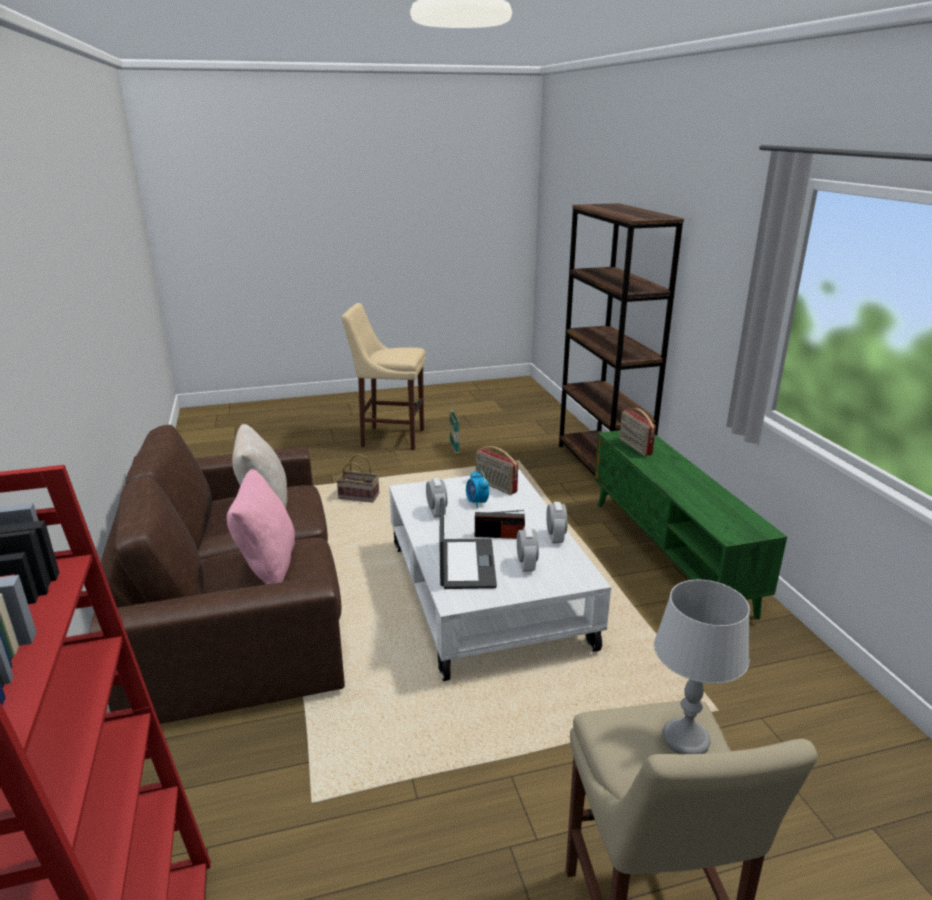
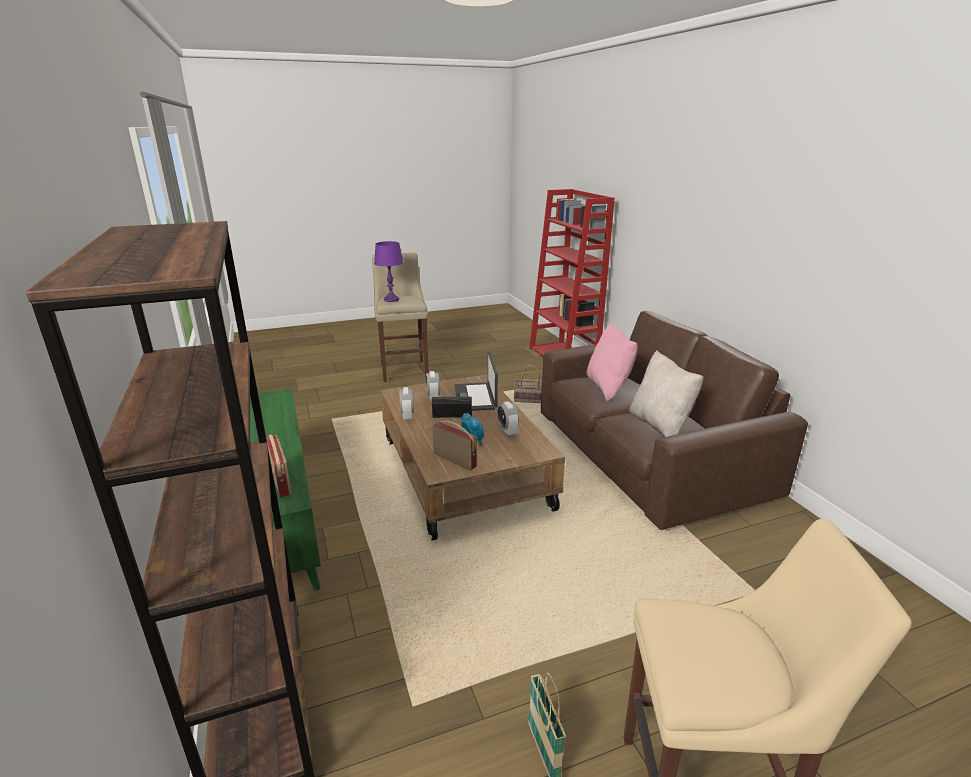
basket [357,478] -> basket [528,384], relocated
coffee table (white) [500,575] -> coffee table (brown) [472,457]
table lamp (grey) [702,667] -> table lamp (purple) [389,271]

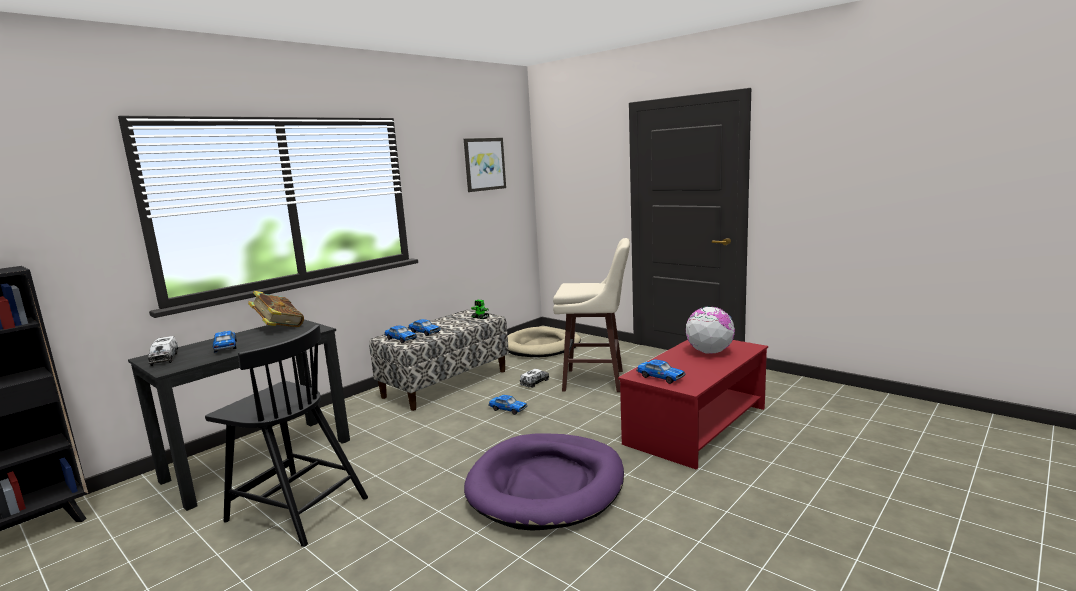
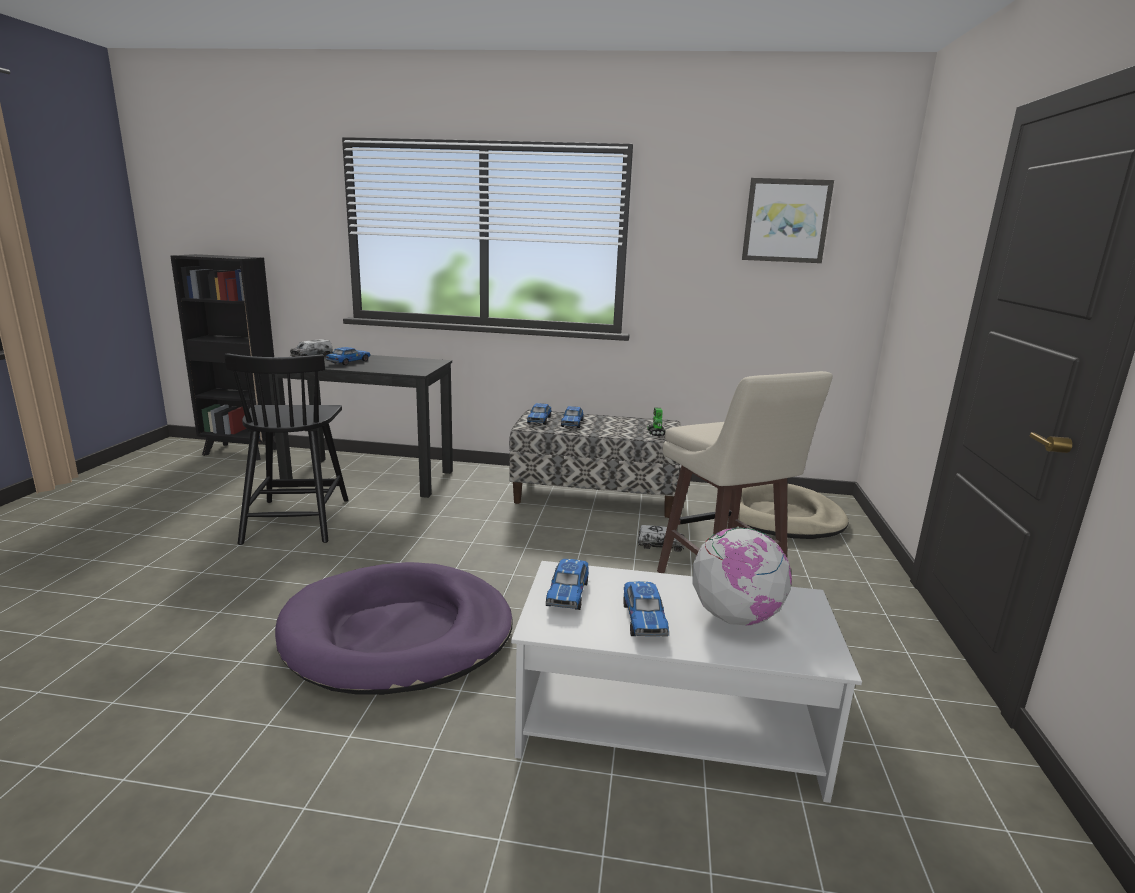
book [276,309] -> none
toy car [508,405] -> toy car [646,608], relocated
coffee table (red) [693,405] -> coffee table (white) [686,682]

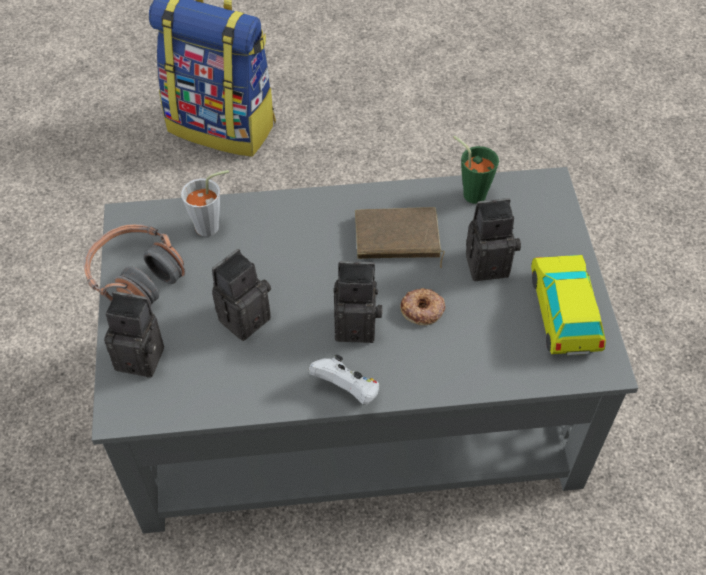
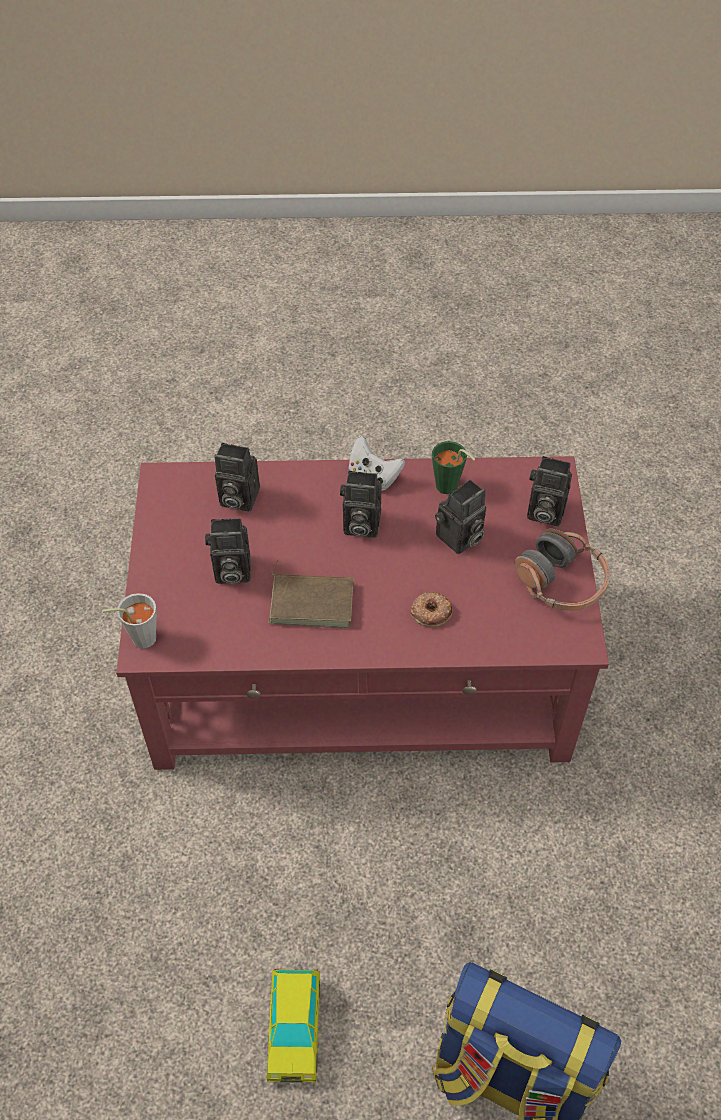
none -> photo camera [237,477]
cup (grey) [205,203] -> cup (grey) [129,621], relocated
donut [422,306] -> donut [431,609], relocated
cup (green) [476,170] -> cup (green) [453,467], relocated
toy car [568,305] -> toy car [293,1026], relocated
coffee table (grey) [365,350] -> coffee table (red) [362,613]

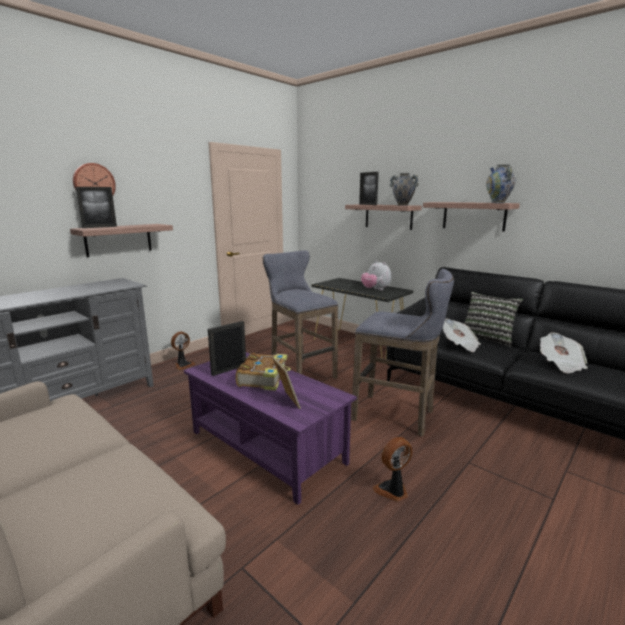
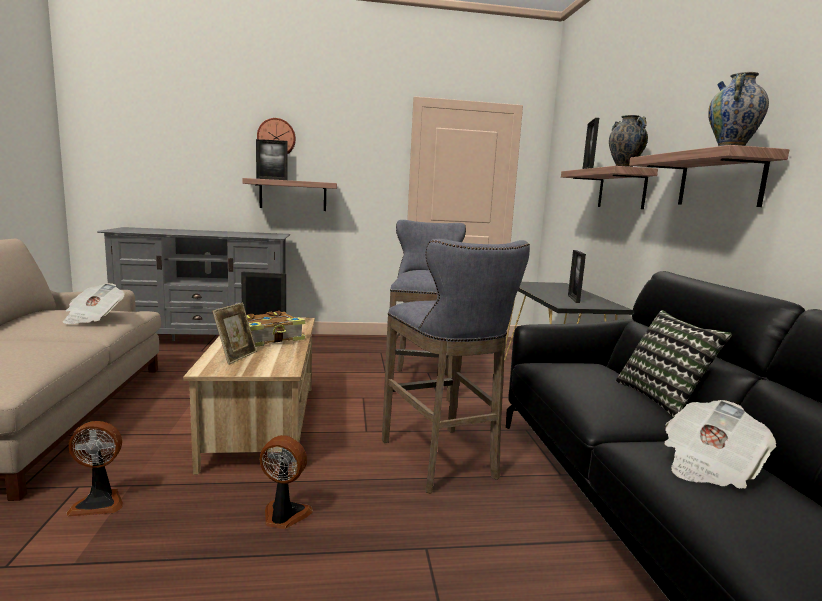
fan [183,351] -> fan [94,469], relocated
newspaper [461,335] -> newspaper [94,303], relocated
plush toy [376,276] -> picture frame [577,276]
coffee table (purple) [270,428] -> coffee table (beige) [249,395]

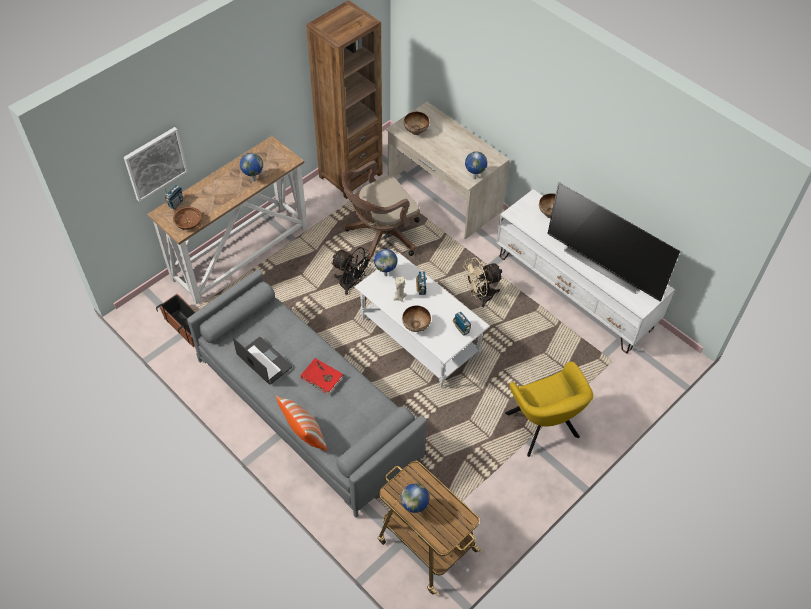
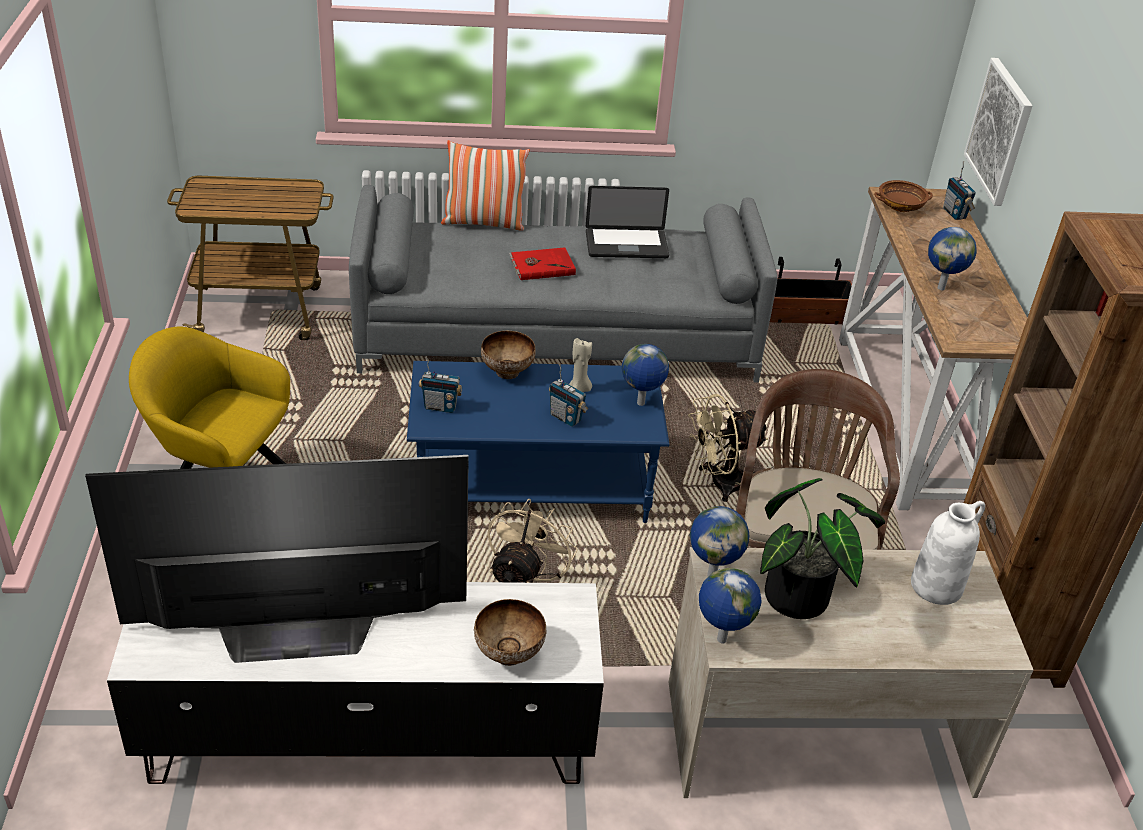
none -> potted plant [822,548]
globe [415,498] -> globe [730,606], relocated
bowl [416,123] -> vase (white) [948,553]
fan (black) [351,271] -> fan (beige) [728,448]
coffee table (white) [422,320] -> coffee table (blue) [538,442]

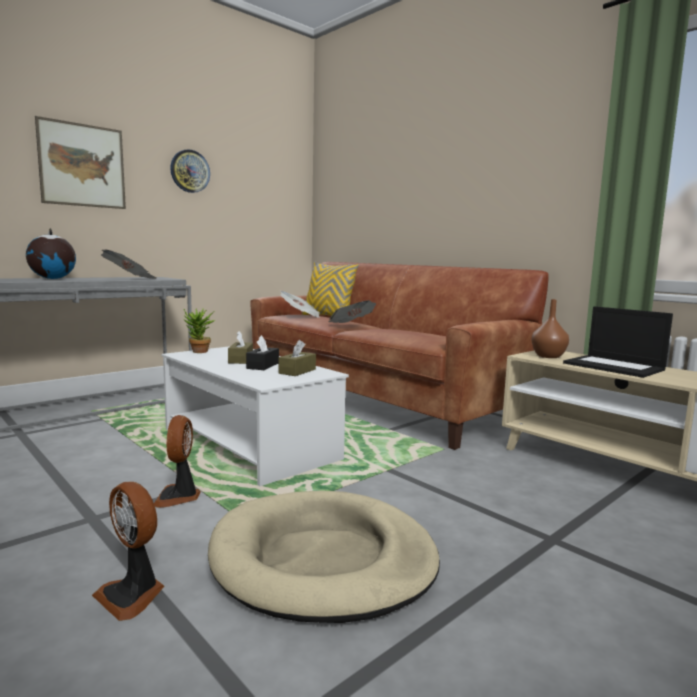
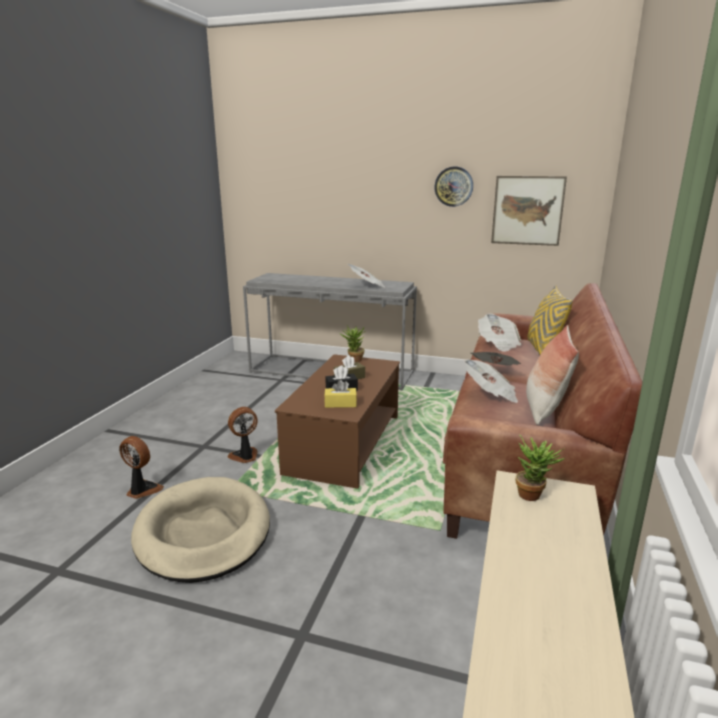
globe [51,253] -> none
laptop [618,342] -> none
none -> newspaper [491,381]
none -> pillow [552,375]
picture [80,162] -> picture [529,211], relocated
vase (brown) [550,328] -> potted plant [540,467]
coffee table (white) [255,416] -> coffee table (brown) [337,421]
tissue box (brown) [297,358] -> tissue box (yellow) [340,394]
fan [128,551] -> fan [141,467], 105 degrees clockwise

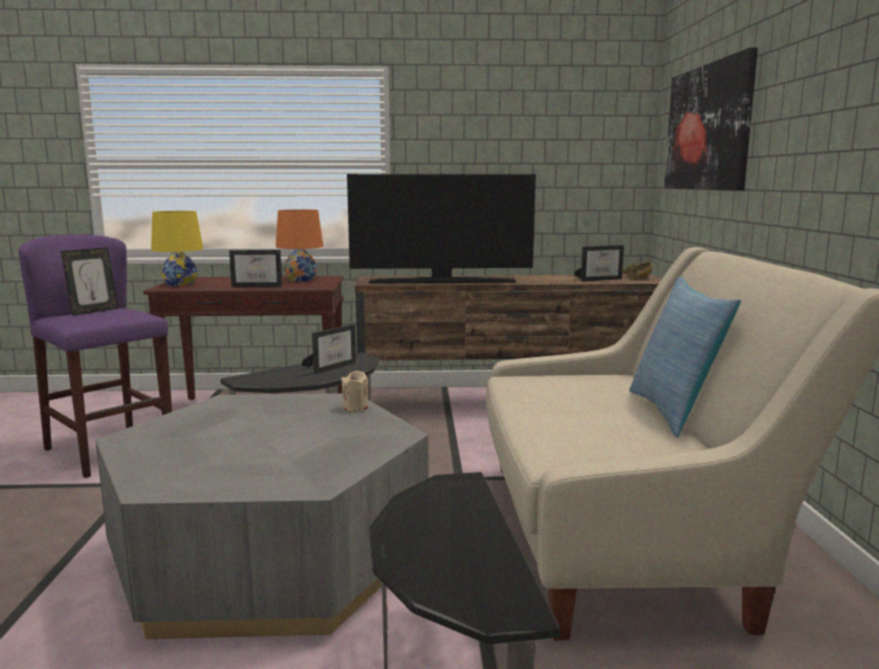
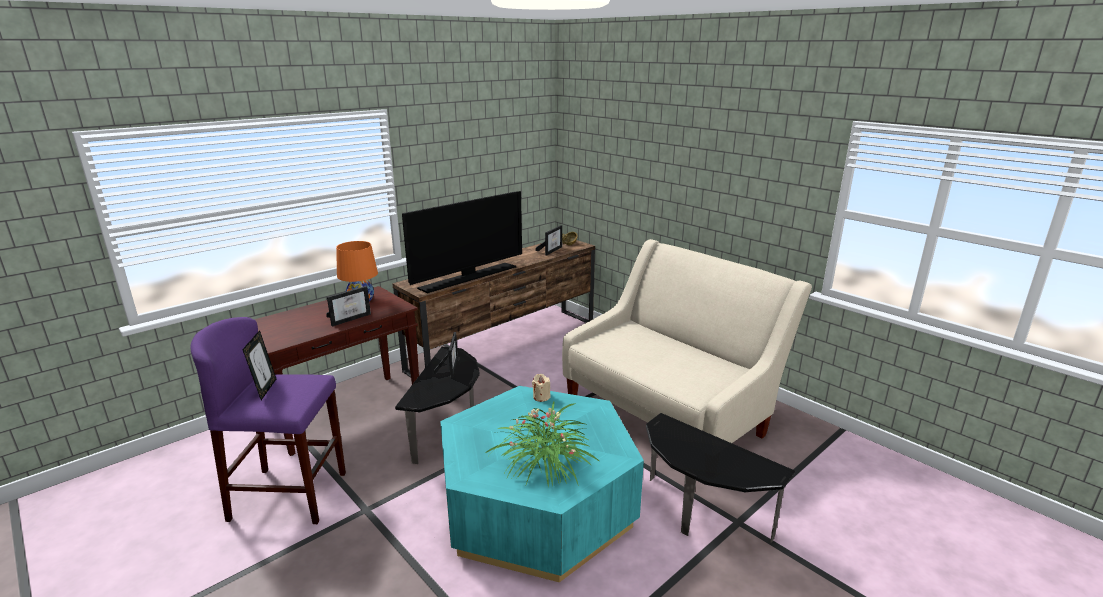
table lamp (yellow) [177,248] -> none
pillow [685,357] -> none
picture [711,119] -> none
none -> potted plant [543,445]
coffee table (grey) [262,516] -> coffee table (turquoise) [542,484]

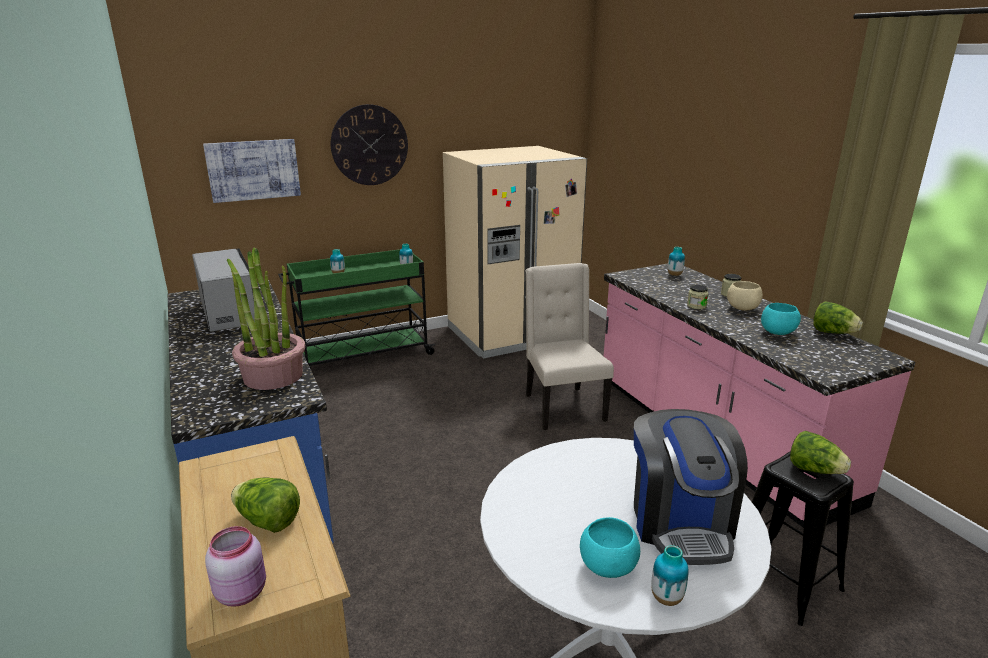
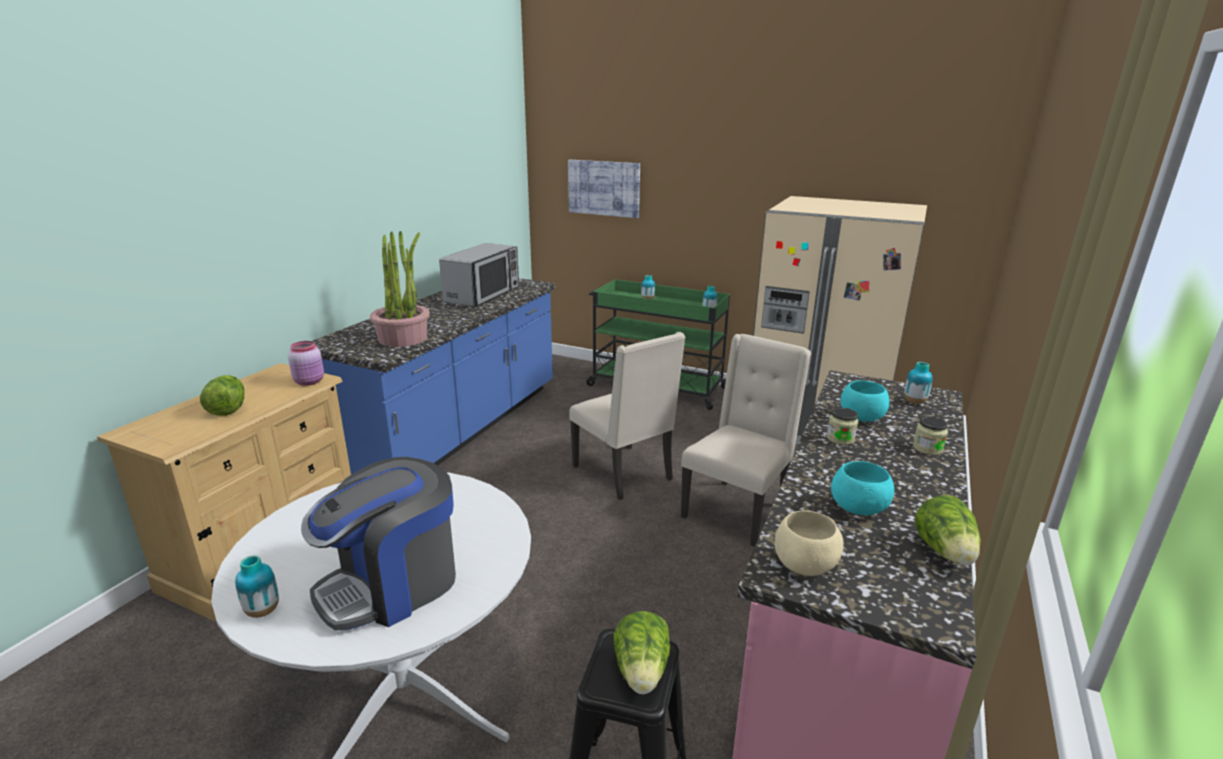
wall clock [369,144] -> none
none -> chair (beige) [627,416]
jar (pink) [235,566] -> jar (pink) [306,363], relocated
bowl (turquoise) [610,547] -> bowl (turquoise) [865,401], relocated
bowl (beige) [745,296] -> bowl (beige) [809,543], relocated

